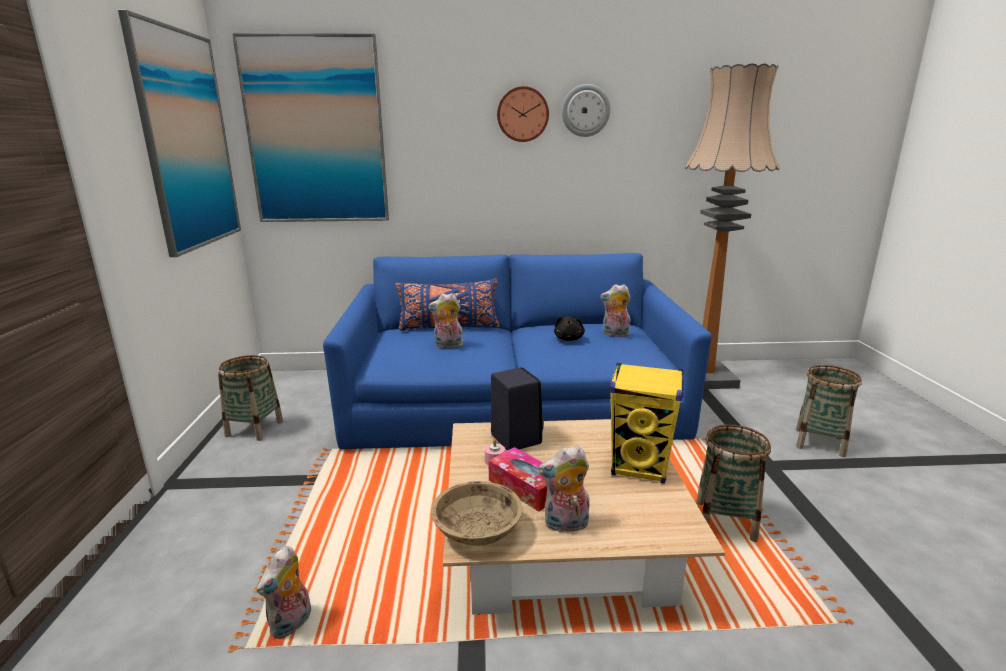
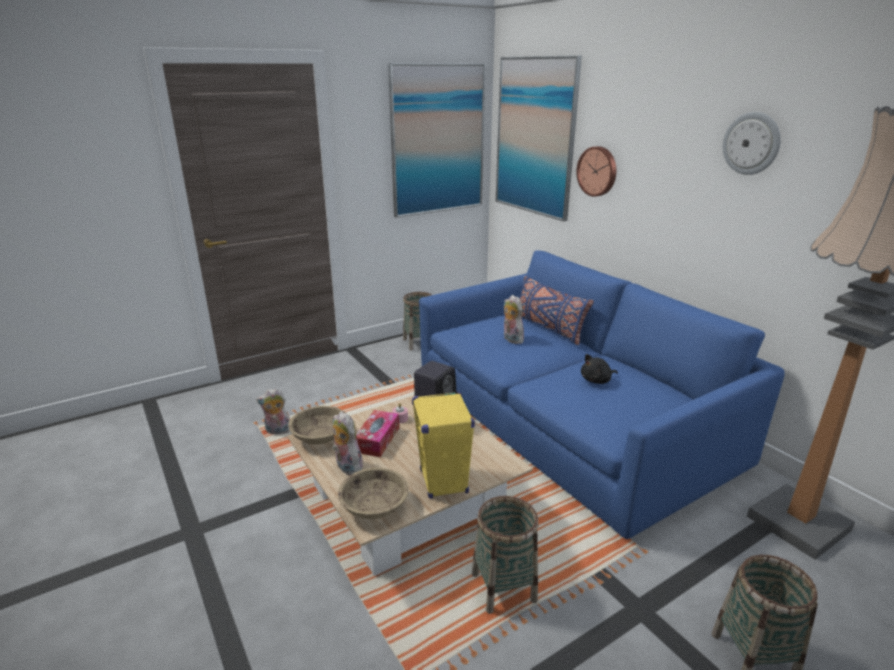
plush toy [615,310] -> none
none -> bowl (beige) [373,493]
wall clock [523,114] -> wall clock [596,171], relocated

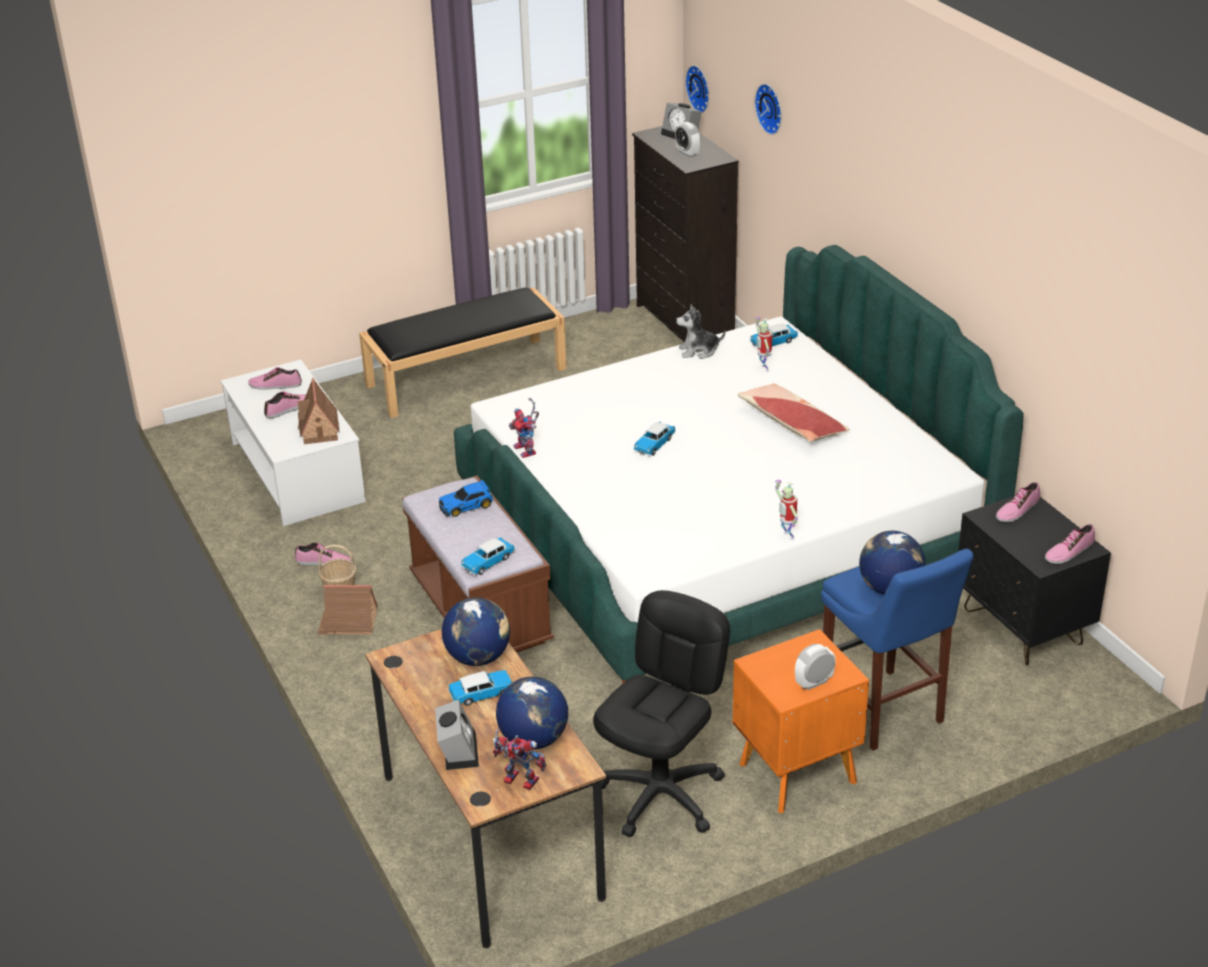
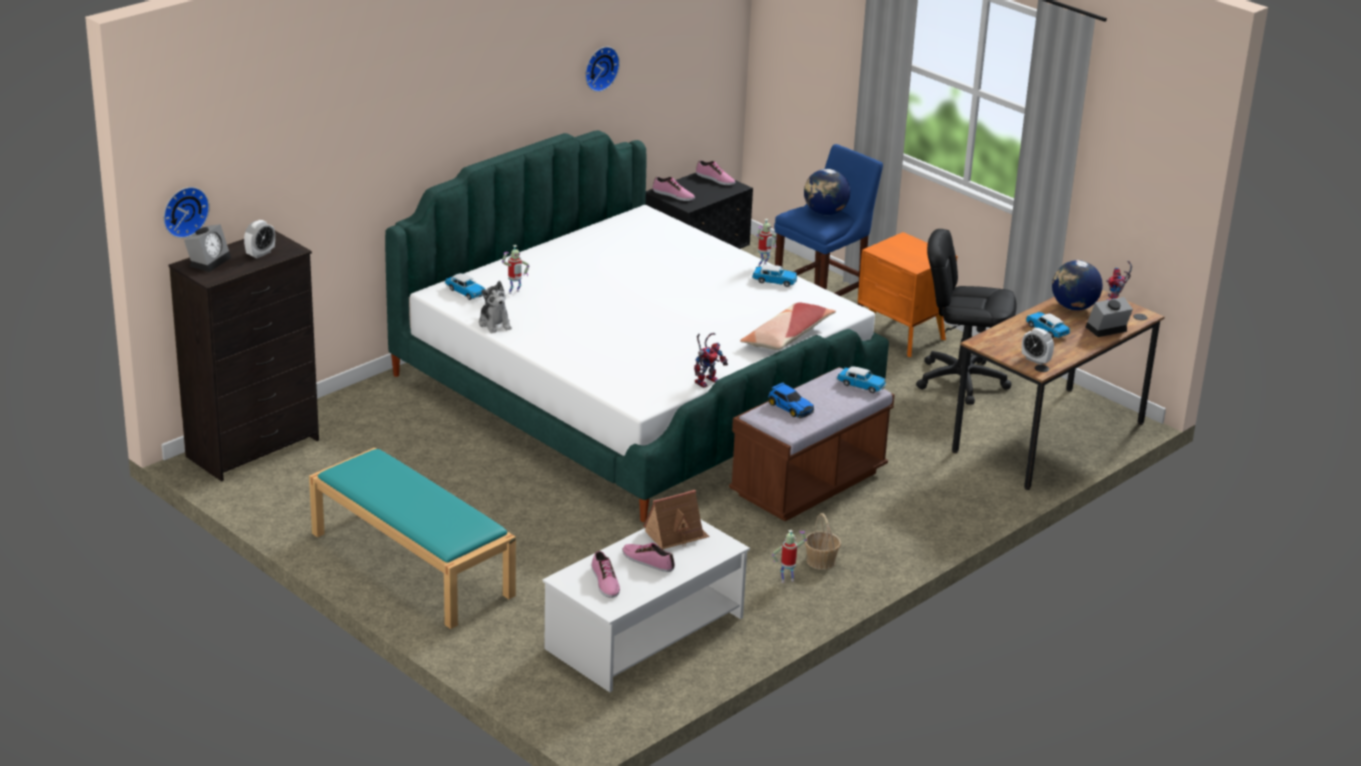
toy house [348,609] -> none
globe [476,631] -> none
toy car [654,439] -> toy car [774,276], relocated
pillow [794,413] -> pillow [788,326], relocated
wall clock [768,109] -> wall clock [602,69], relocated
alarm clock [815,667] -> alarm clock [1038,346], relocated
shoe [323,554] -> toy robot [789,556]
bench (black) [462,352] -> bench (turquoise) [412,538]

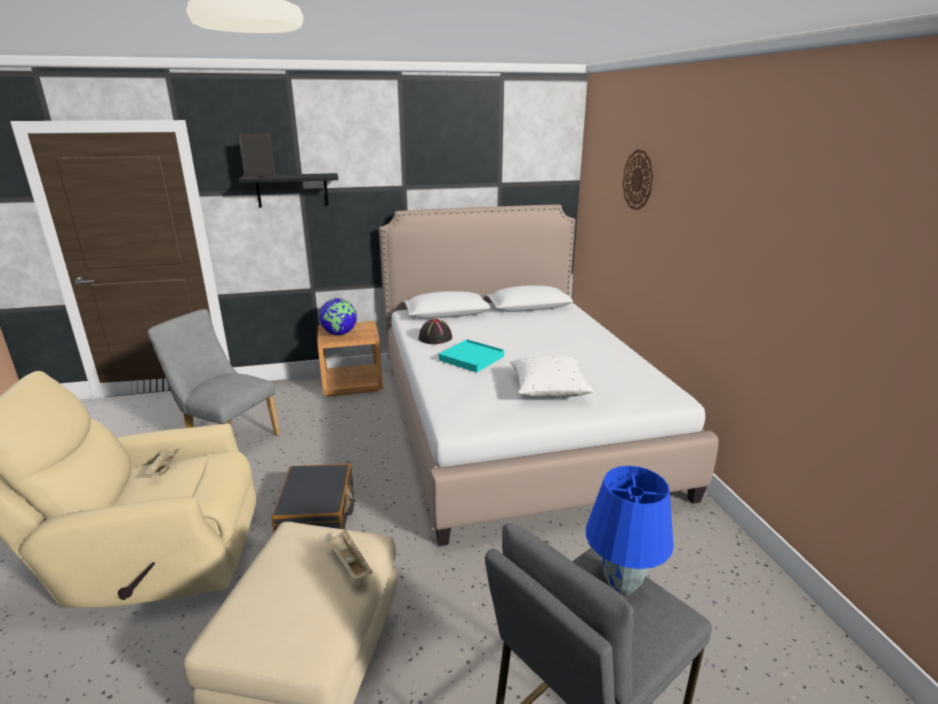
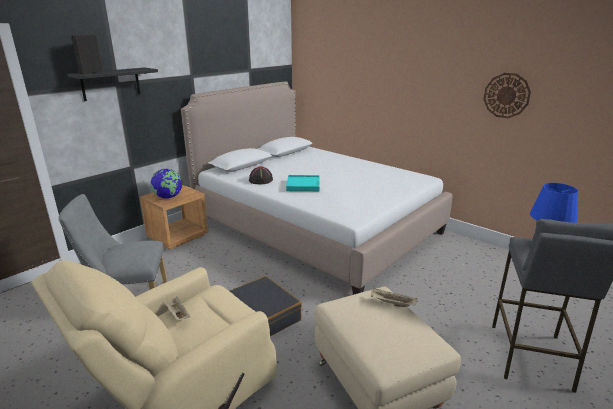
pillow (white) [552,377] -> none
wall clock [638,179] -> wall clock [507,95], relocated

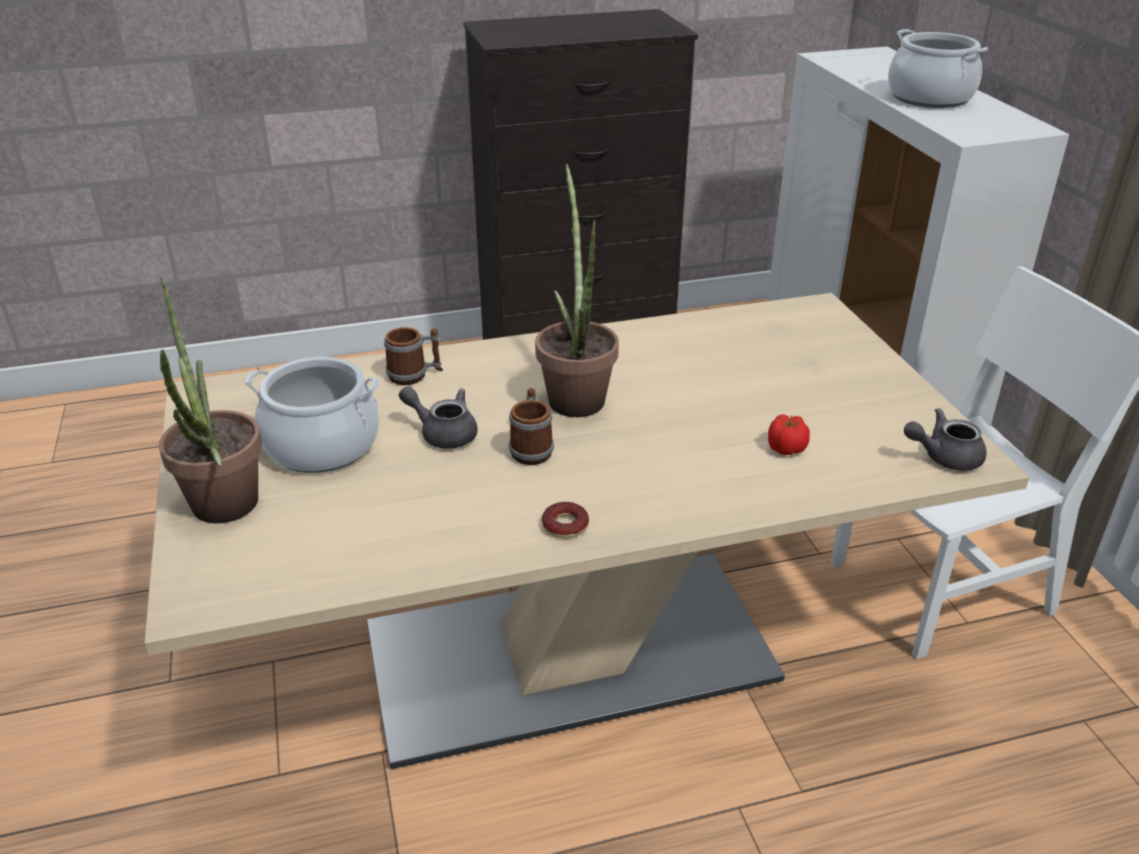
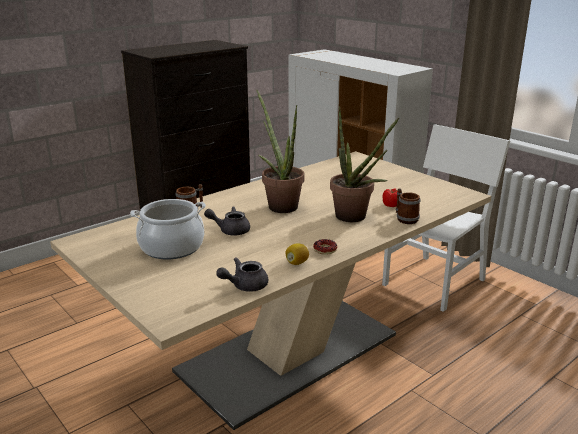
cooking pot [938,68] -> none
none -> lemon [297,254]
potted plant [210,400] -> potted plant [365,164], relocated
mug [531,426] -> mug [408,206], relocated
teapot (grey) [945,439] -> teapot (grey) [242,274], relocated

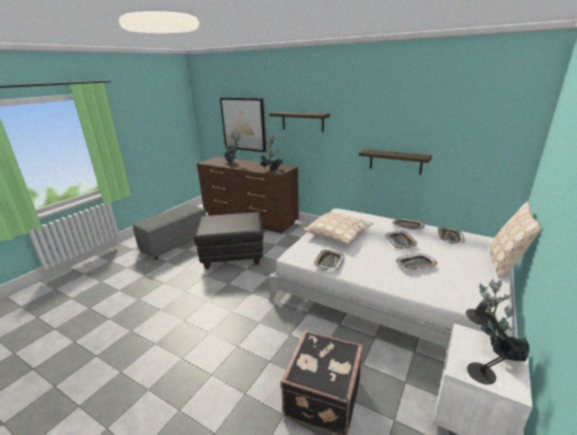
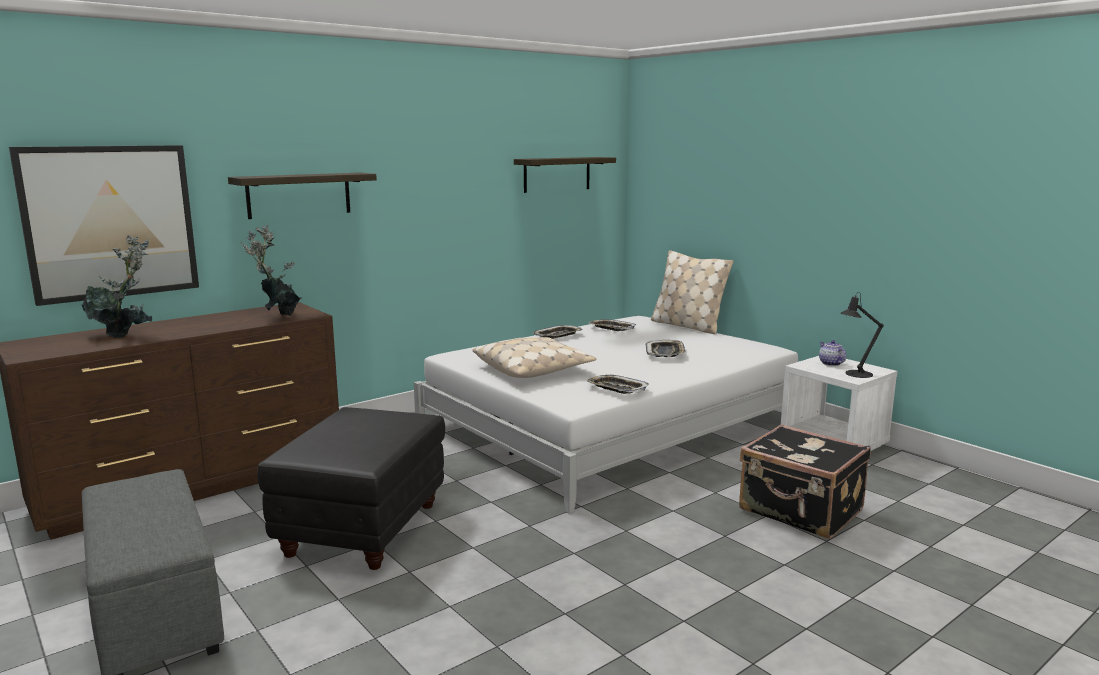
tray [402,240] -> none
shelf [395,161] -> shelf [565,175], relocated
potted plant [504,320] -> teapot [832,353]

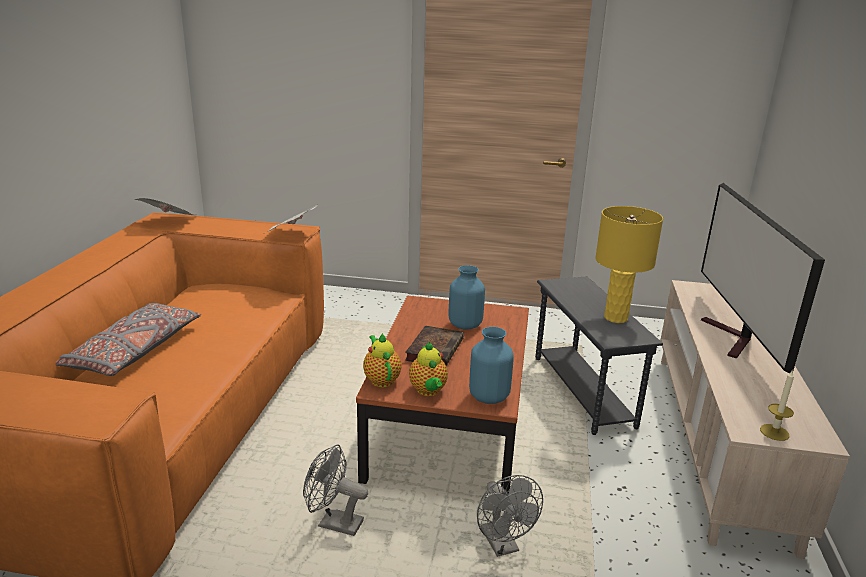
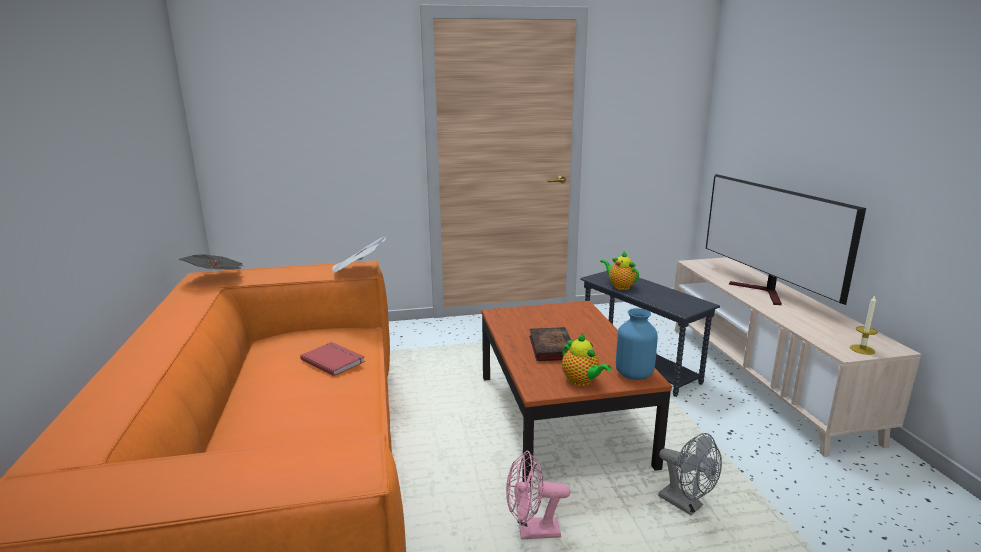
pillow (grey) [128,339] -> none
vase (blue) [467,297] -> none
table lamp (yellow) [629,264] -> none
none -> book (red) [332,359]
teapot [382,360] -> teapot [619,270], relocated
fan (grey) [335,490] -> fan (pink) [538,495]

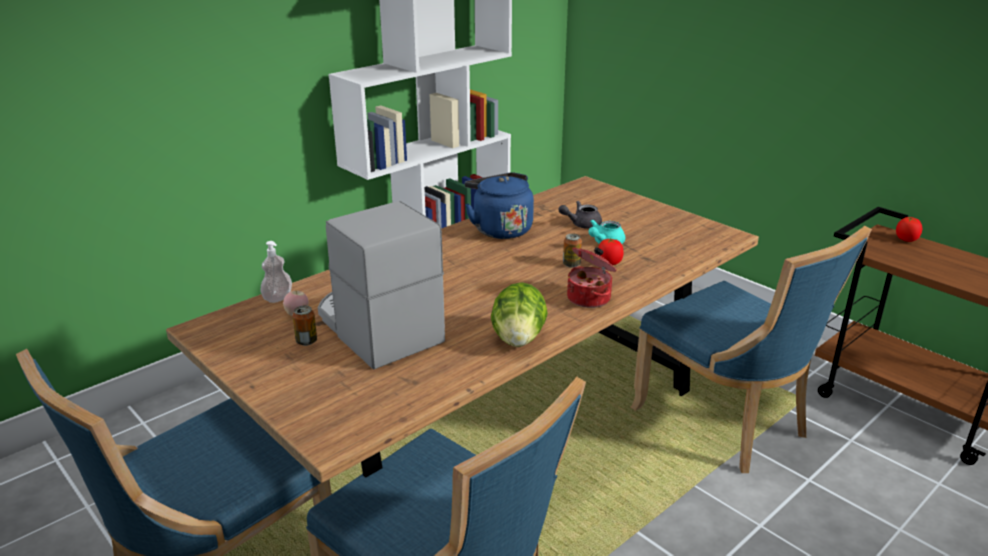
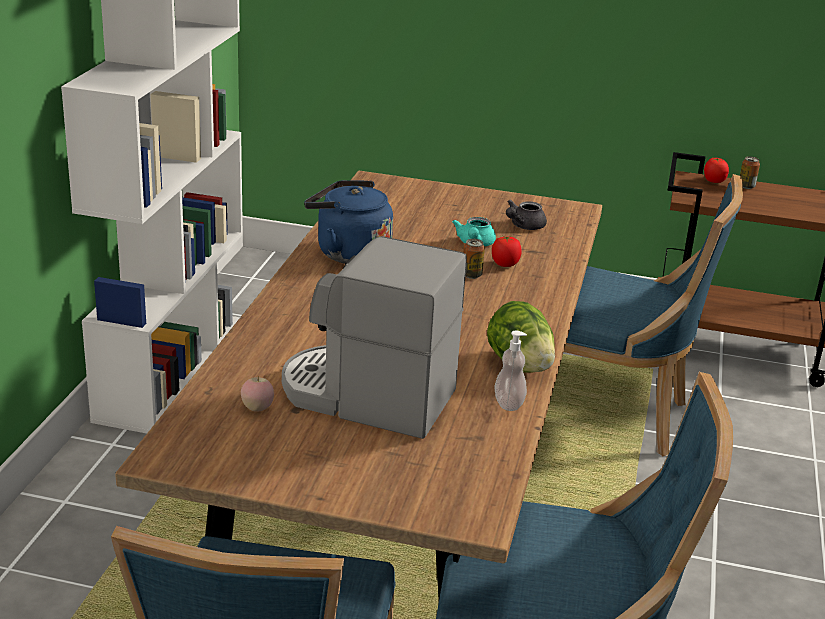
cooking pot [591,277] -> none
soap dispenser [276,272] -> soap dispenser [510,370], relocated
can [304,325] -> can [750,172], relocated
teapot (grey) [580,215] -> teapot (grey) [526,215], relocated

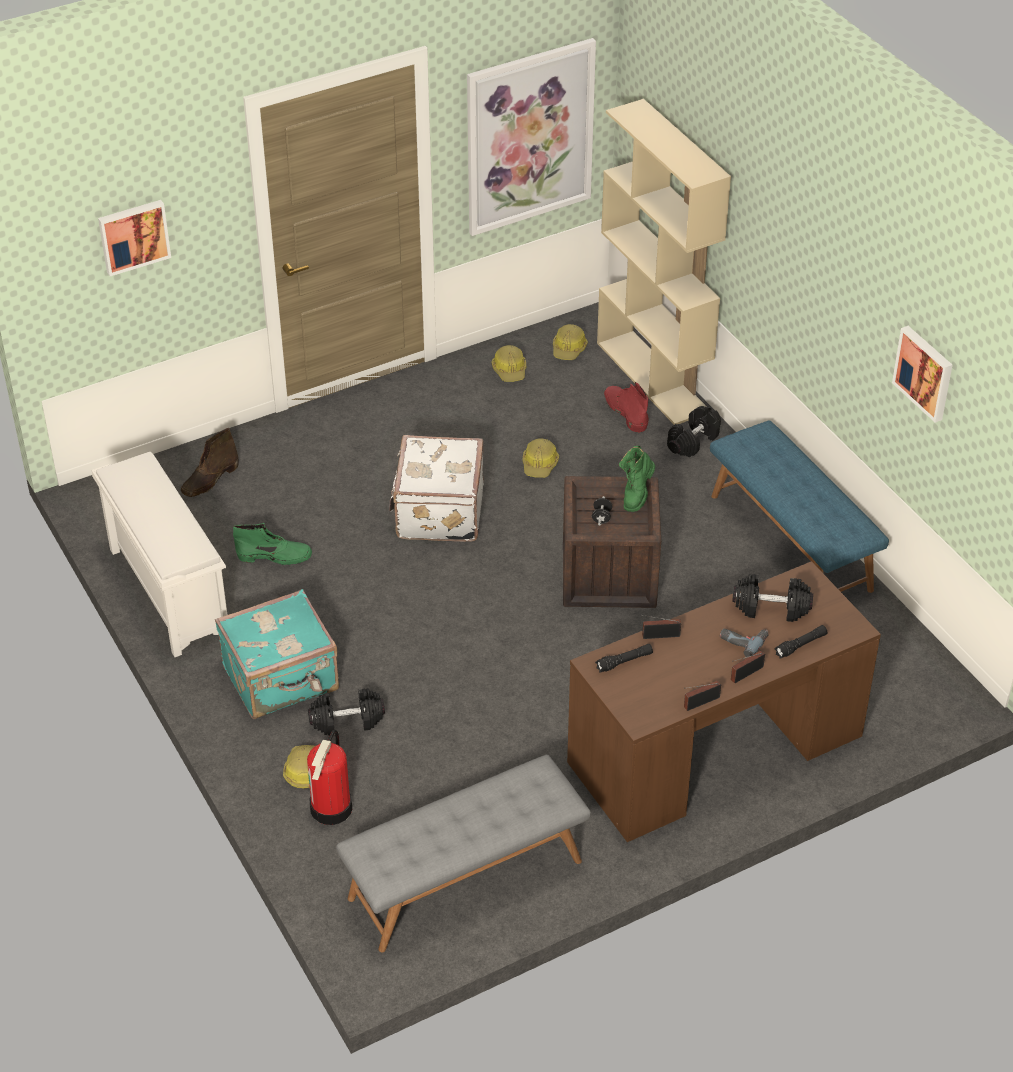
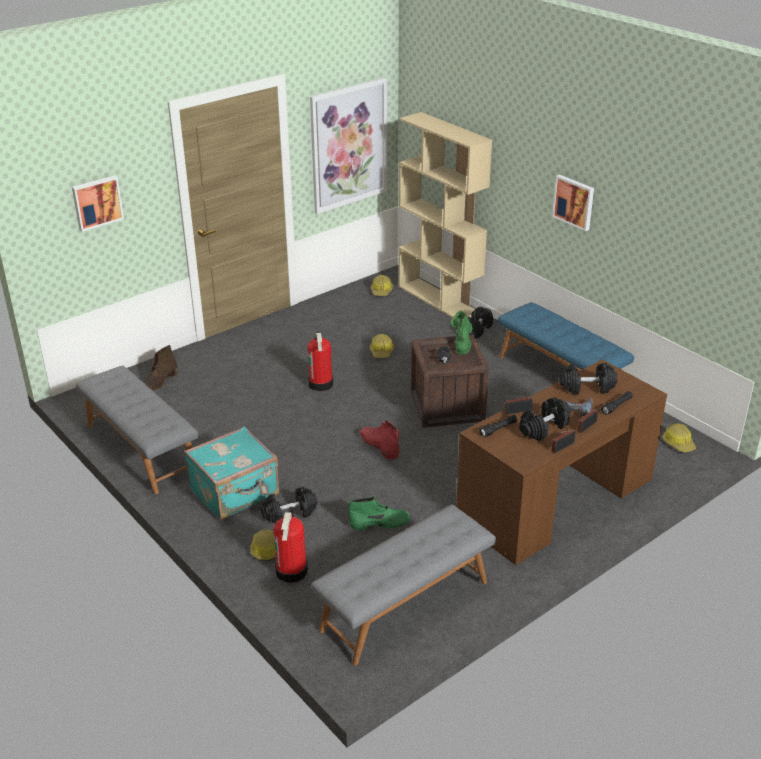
none -> dumbbell (black) [545,419]
boot (green) [272,544] -> boot (green) [379,512], relocated
hard hat [508,363] -> hard hat [679,437], relocated
boot (red) [626,407] -> boot (red) [379,440], relocated
picture [922,374] -> picture [573,203], relocated
shoe rack (white) [159,554] -> bench (grey) [137,430]
suitcase (white) [436,488] -> fire extinguisher [320,361]

